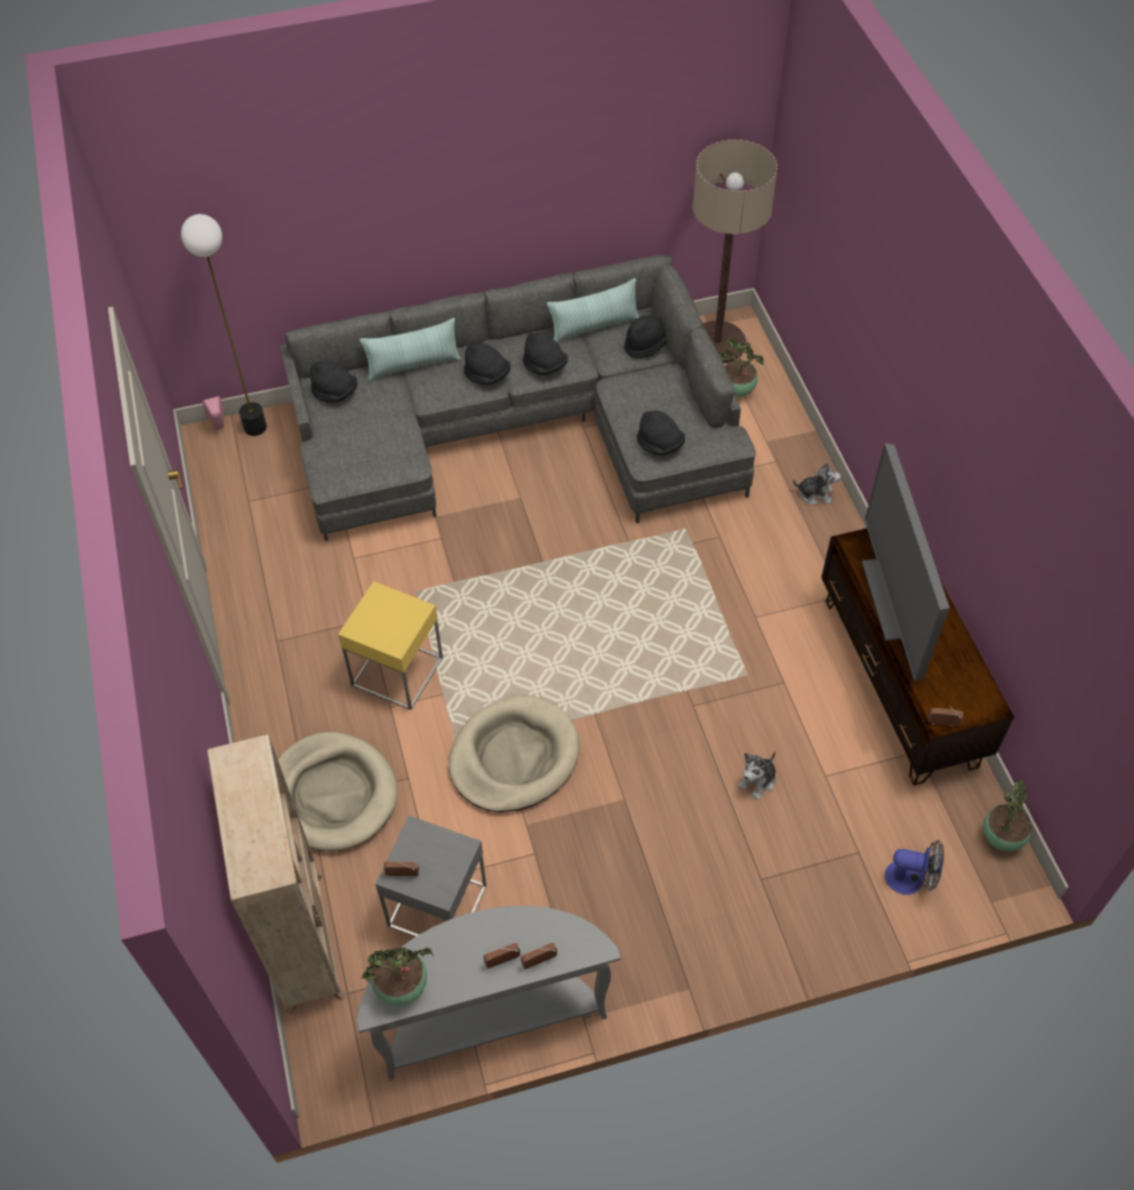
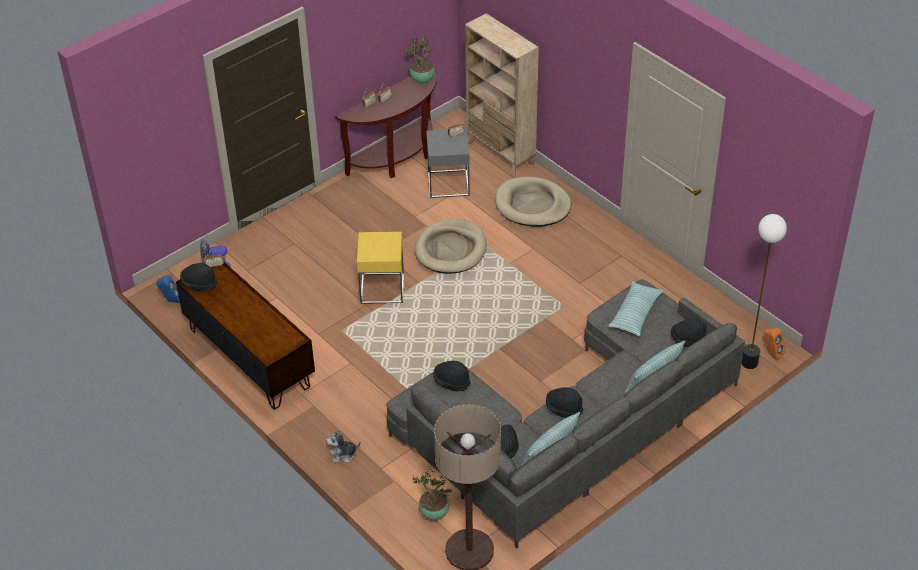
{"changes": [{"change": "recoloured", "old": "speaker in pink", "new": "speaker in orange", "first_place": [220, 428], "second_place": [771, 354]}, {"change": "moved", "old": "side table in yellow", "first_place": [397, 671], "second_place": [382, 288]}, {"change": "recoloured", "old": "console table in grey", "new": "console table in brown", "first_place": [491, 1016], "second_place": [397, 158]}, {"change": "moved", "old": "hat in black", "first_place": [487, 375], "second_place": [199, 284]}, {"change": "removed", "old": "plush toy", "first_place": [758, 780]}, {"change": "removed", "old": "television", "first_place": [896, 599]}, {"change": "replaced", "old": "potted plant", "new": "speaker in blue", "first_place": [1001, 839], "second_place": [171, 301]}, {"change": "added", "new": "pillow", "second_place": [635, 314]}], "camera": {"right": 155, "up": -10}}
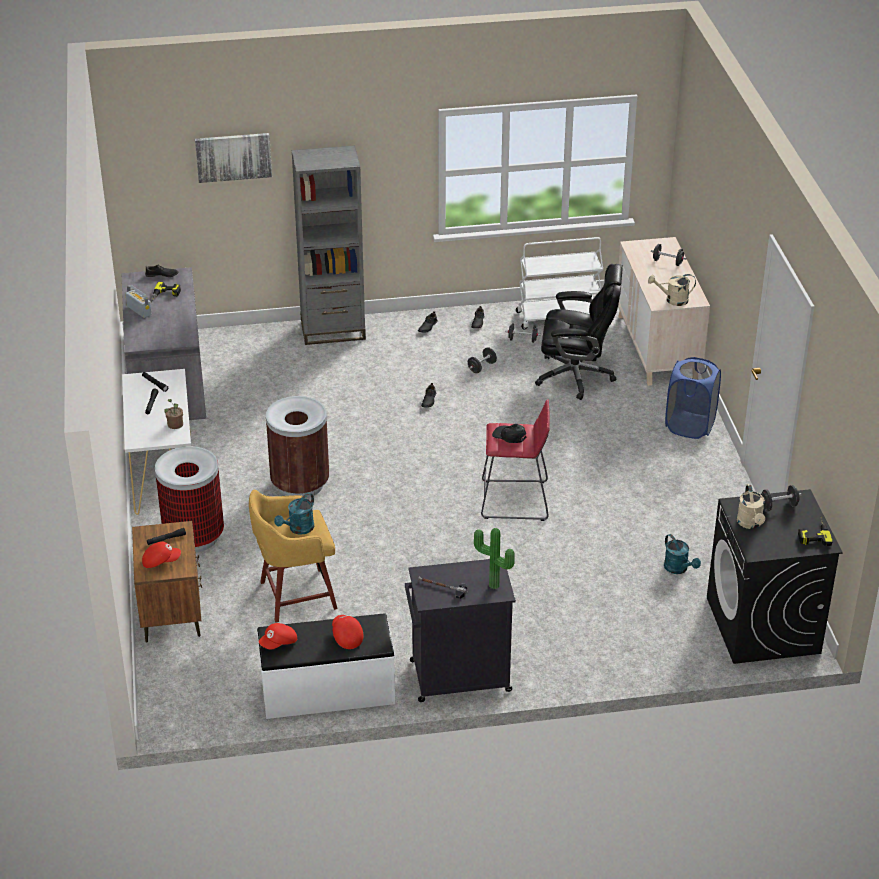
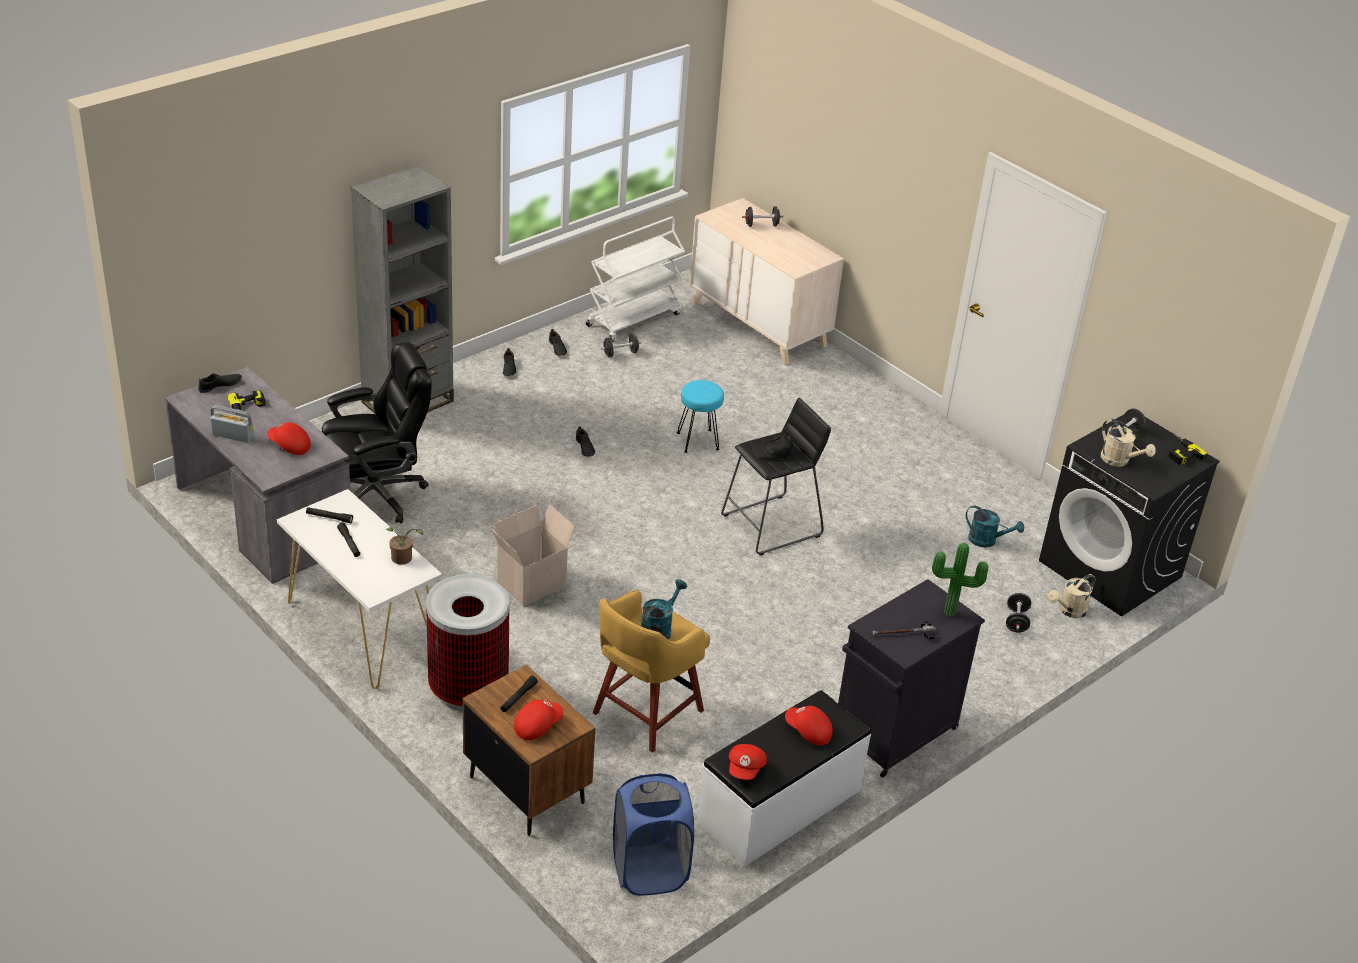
{"changes": [{"change": "removed", "old": "picture", "first_place": [233, 156]}, {"change": "replaced", "old": "trash can in brown", "new": "cardboard box", "first_place": [300, 484], "second_place": [532, 585]}, {"change": "turned", "old": "watering can in turquoise", "first_place": [298, 529], "second_place": [659, 629], "degrees": -150}, {"change": "moved", "old": "dumbbell in black", "first_place": [482, 367], "second_place": [1016, 621]}, {"change": "recoloured", "old": "stool in red", "new": "stool in black", "first_place": [515, 500], "second_place": [771, 525]}, {"change": "moved", "old": "office chair in black", "first_place": [576, 376], "second_place": [377, 494]}, {"change": "moved", "old": "watering can in beige", "first_place": [672, 300], "second_place": [1069, 611]}, {"change": "moved", "old": "laundry basket in blue", "first_place": [689, 426], "second_place": [649, 870]}, {"change": "added", "new": "cap in red", "second_place": [289, 446]}, {"change": "added", "new": "stool in turquoise", "second_place": [698, 441]}], "camera": {"right": -35, "up": 0}}
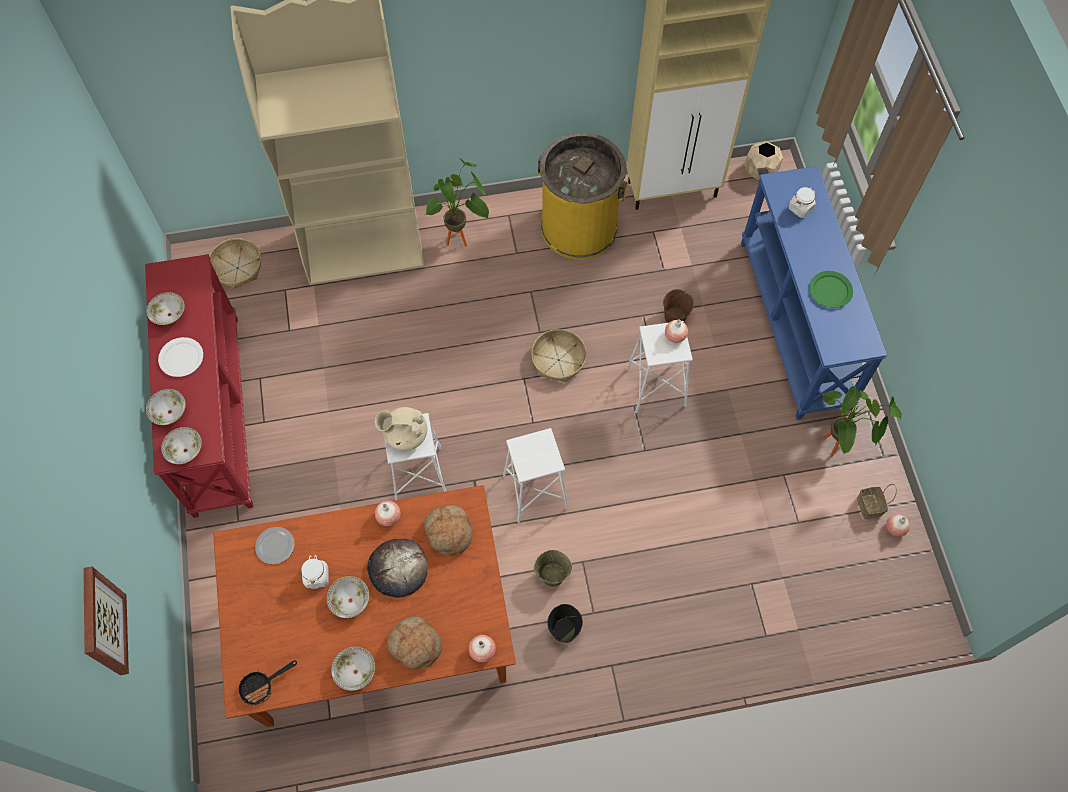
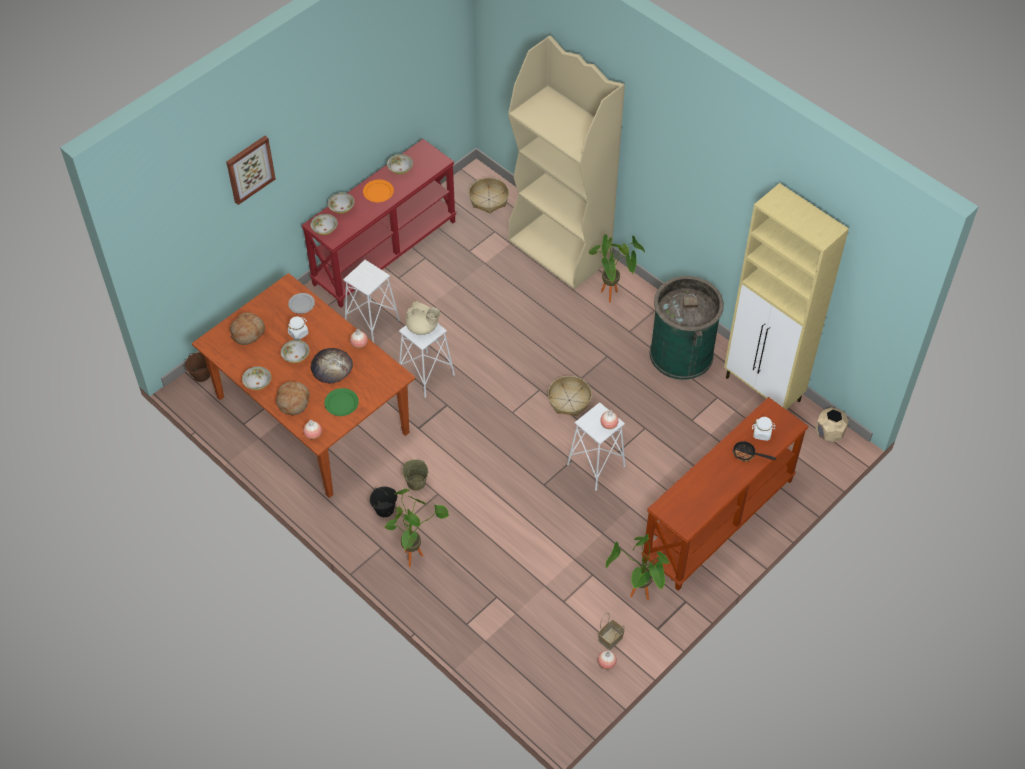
{"changes": [{"change": "moved", "old": "picture", "first_place": [102, 623], "second_place": [249, 169]}, {"change": "recoloured", "old": "plate in white", "new": "plate in orange", "first_place": [181, 358], "second_place": [378, 192]}, {"change": "moved", "old": "frying pan", "first_place": [262, 686], "second_place": [747, 454]}, {"change": "turned", "old": "teapot in beige", "first_place": [405, 434], "second_place": [423, 327], "degrees": 150}, {"change": "moved", "old": "bread", "first_place": [448, 532], "second_place": [248, 332]}, {"change": "moved", "old": "stool in white", "first_place": [536, 491], "second_place": [372, 322]}, {"change": "recoloured", "old": "trash can in yellow", "new": "trash can in green", "first_place": [579, 227], "second_place": [681, 353]}, {"change": "moved", "old": "bucket in brown", "first_place": [675, 317], "second_place": [201, 375]}, {"change": "recoloured", "old": "console table in blue", "new": "console table in brown", "first_place": [795, 324], "second_place": [718, 521]}, {"change": "moved", "old": "plate in green", "first_place": [830, 290], "second_place": [341, 403]}, {"change": "added", "new": "potted plant", "second_place": [415, 554]}], "camera": {"right": 55, "up": -10}}
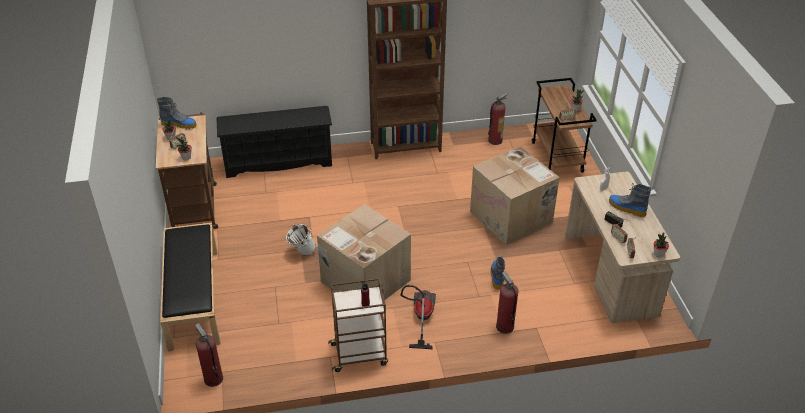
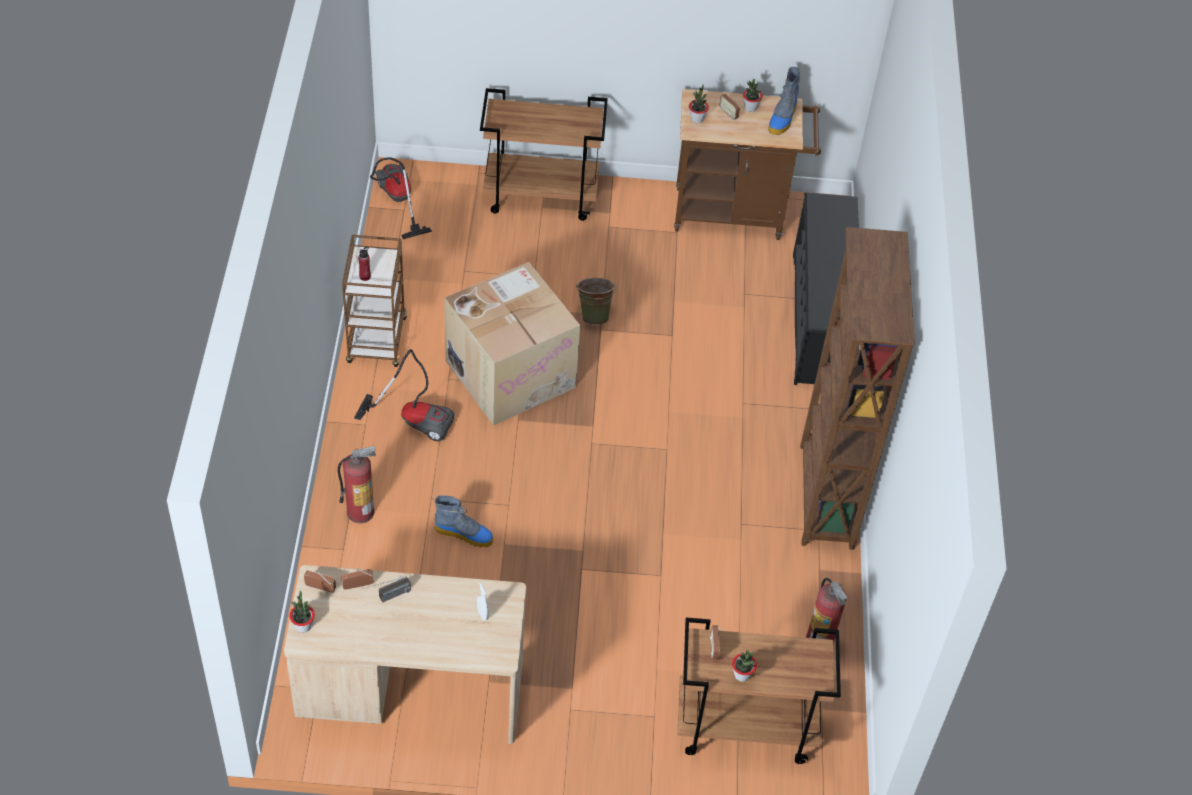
{"changes": [{"change": "replaced", "old": "bench in black", "new": "cart in brown", "first_place": [193, 297], "second_place": [542, 196]}, {"change": "replaced", "old": "fire extinguisher", "new": "vacuum cleaner", "first_place": [213, 379], "second_place": [396, 201]}, {"change": "recoloured", "old": "bucket in white", "new": "bucket in green", "first_place": [301, 252], "second_place": [594, 314]}, {"change": "removed", "old": "cardboard box", "first_place": [512, 217]}, {"change": "removed", "old": "boot", "first_place": [626, 208]}], "camera": {"right": 100, "up": 10}}
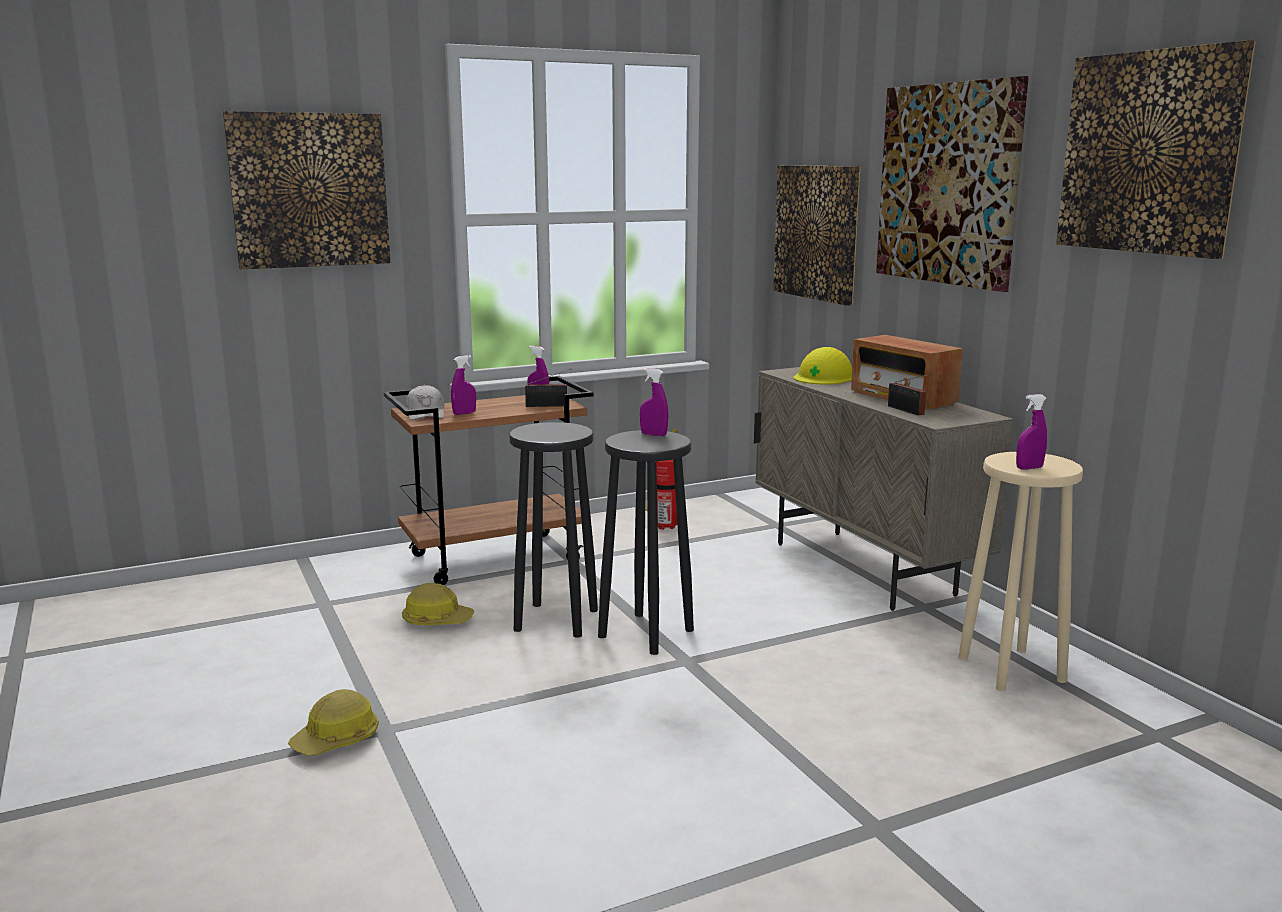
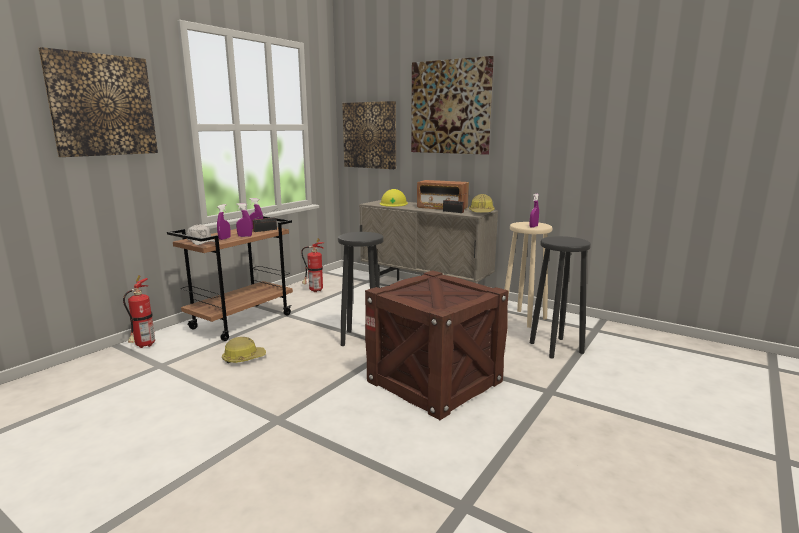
{"changes": [{"change": "moved", "old": "hard hat", "first_place": [337, 739], "second_place": [481, 213]}, {"change": "moved", "old": "stool in black", "first_place": [555, 620], "second_place": [555, 348]}, {"change": "moved", "old": "spray bottle in purple", "first_place": [653, 434], "second_place": [245, 236]}, {"change": "removed", "old": "picture", "first_place": [1149, 152]}, {"change": "added", "new": "fire extinguisher", "second_place": [143, 346]}, {"change": "added", "new": "crate", "second_place": [434, 381]}], "camera": {"right": -30, "up": 0}}
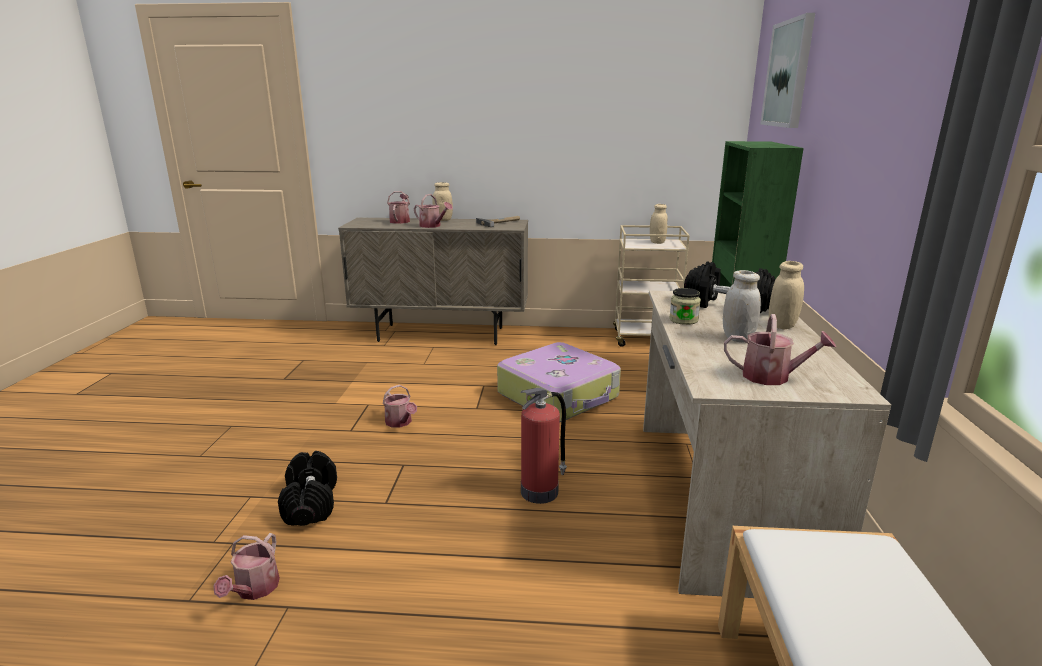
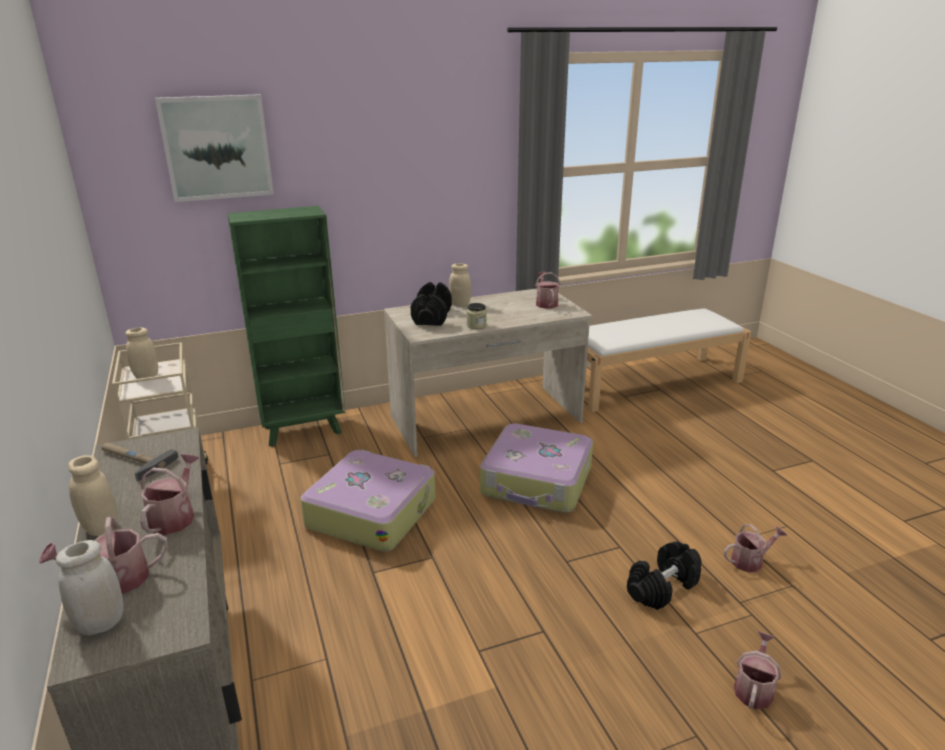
{"changes": [{"change": "moved", "old": "watering can", "first_place": [400, 423], "second_place": [754, 688]}, {"change": "replaced", "old": "fire extinguisher", "new": "suitcase", "first_place": [541, 491], "second_place": [537, 481]}, {"change": "moved", "old": "jar in white", "first_place": [737, 338], "second_place": [101, 624]}], "camera": {"right": -115, "up": 5}}
